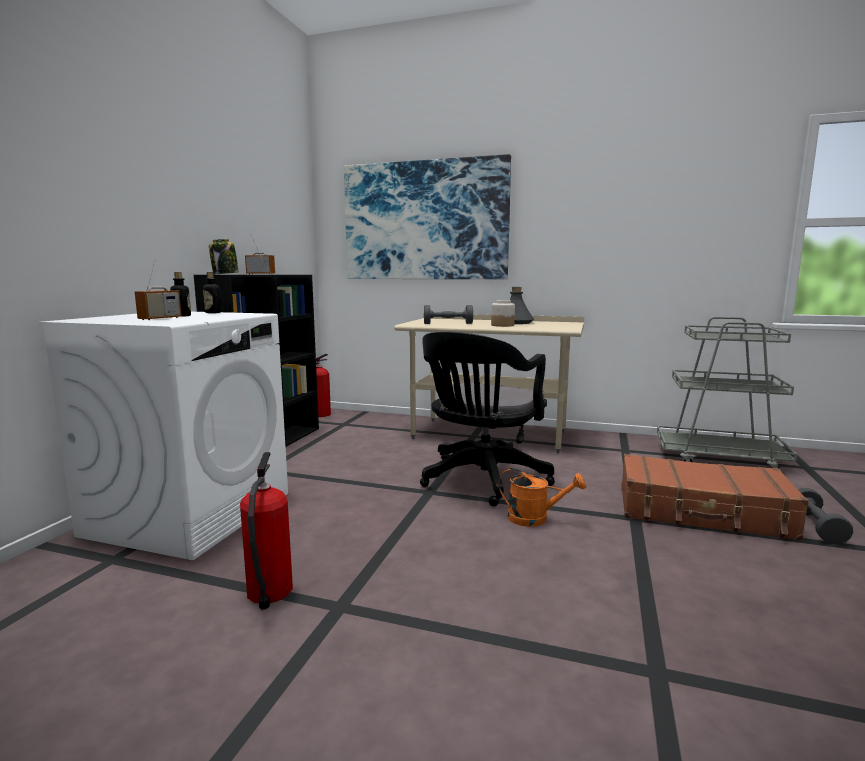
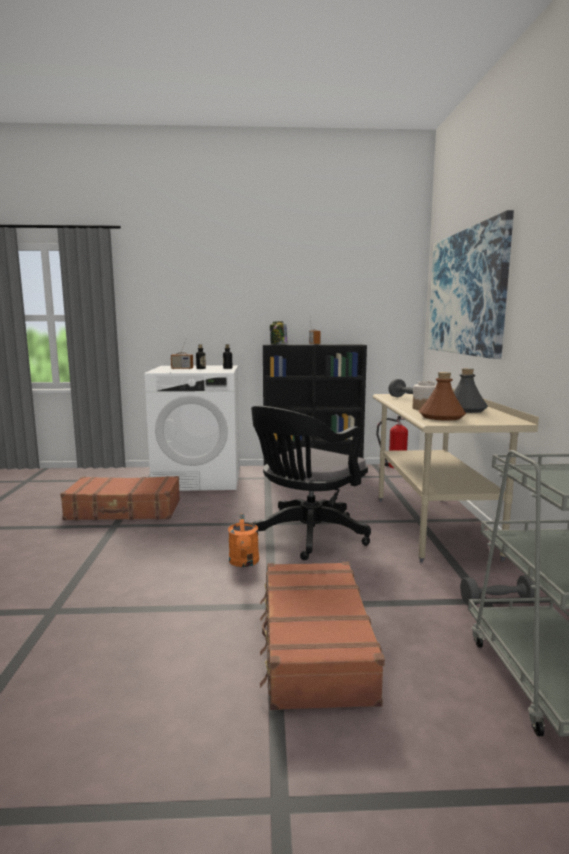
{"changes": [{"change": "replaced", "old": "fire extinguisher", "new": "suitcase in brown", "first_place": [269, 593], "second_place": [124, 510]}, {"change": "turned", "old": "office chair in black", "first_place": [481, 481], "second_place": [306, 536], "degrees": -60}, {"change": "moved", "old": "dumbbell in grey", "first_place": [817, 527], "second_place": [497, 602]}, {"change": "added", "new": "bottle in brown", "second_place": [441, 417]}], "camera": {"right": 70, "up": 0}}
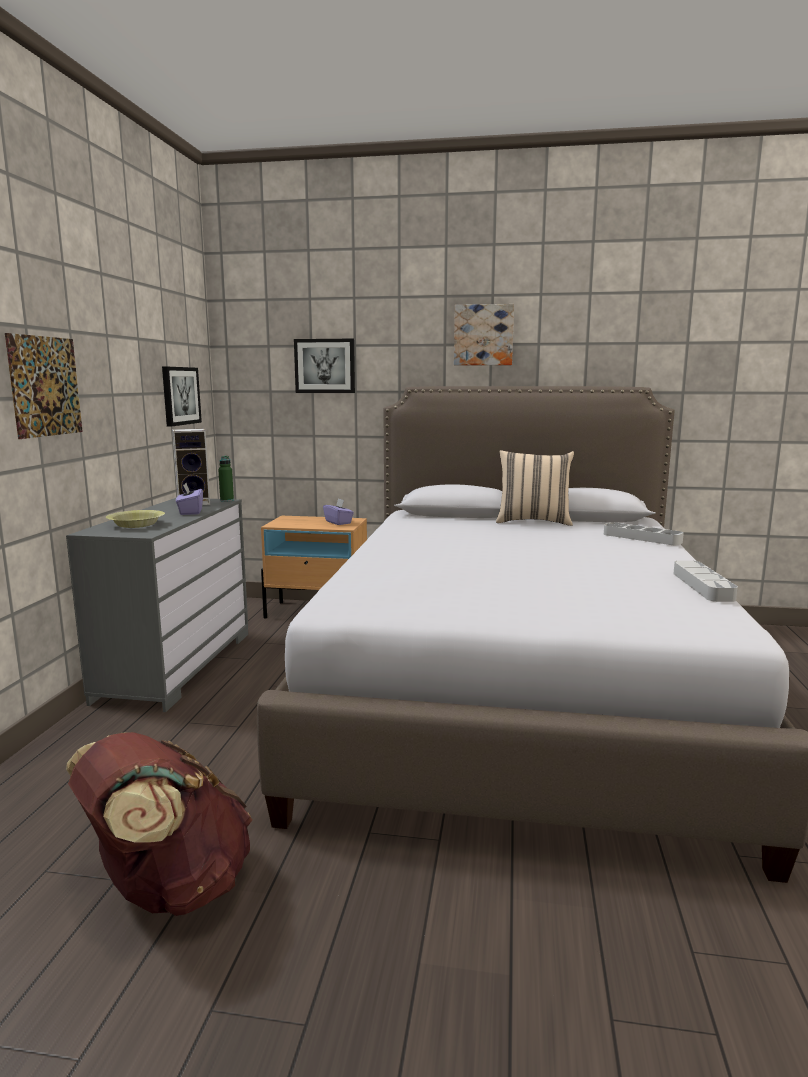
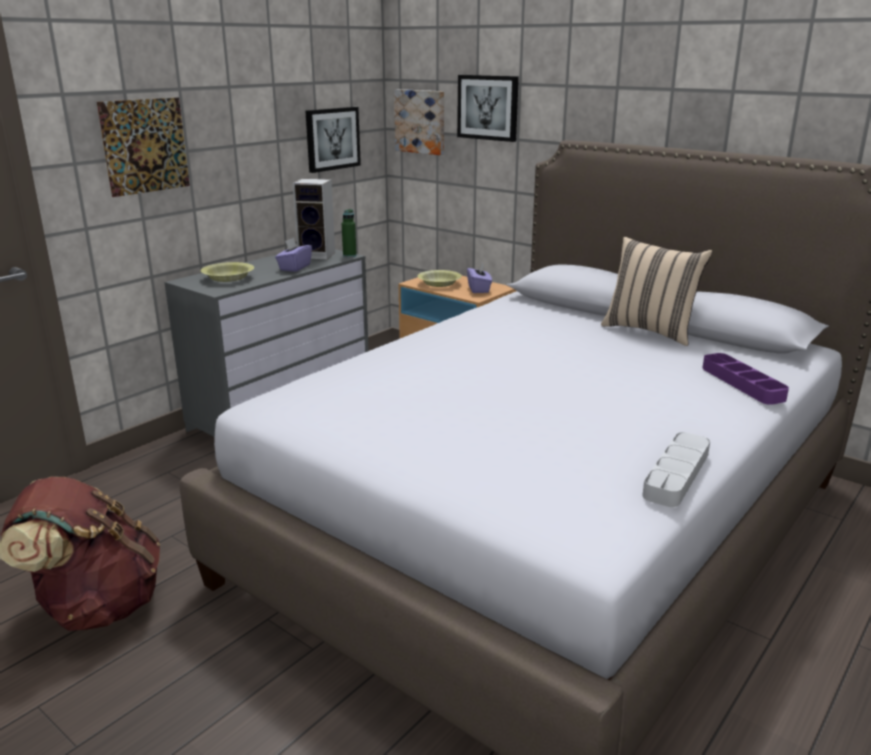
{"changes": [{"change": "moved", "old": "picture", "first_place": [483, 335], "second_place": [421, 121]}, {"change": "recoloured", "old": "tray in grey", "new": "tray in purple", "first_place": [642, 538], "second_place": [742, 383]}, {"change": "added", "new": "bowl in yellow", "second_place": [439, 284]}], "camera": {"right": 30, "up": 10}}
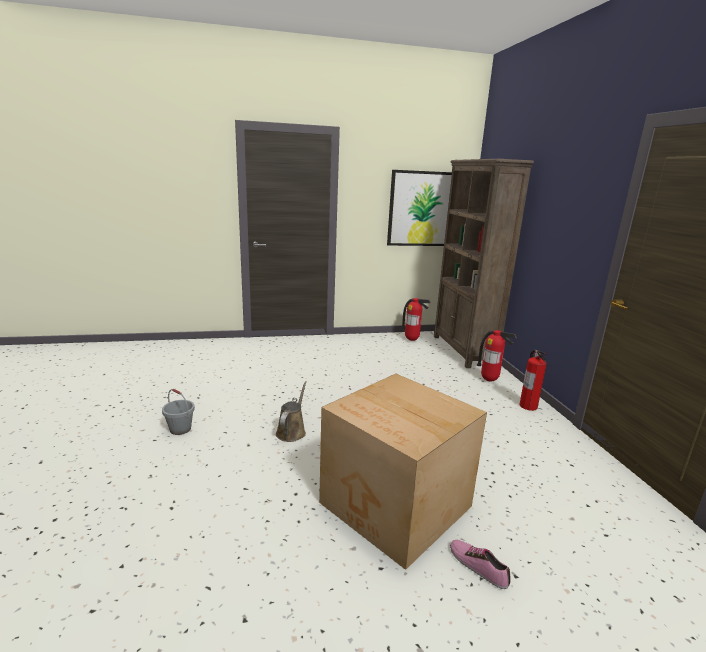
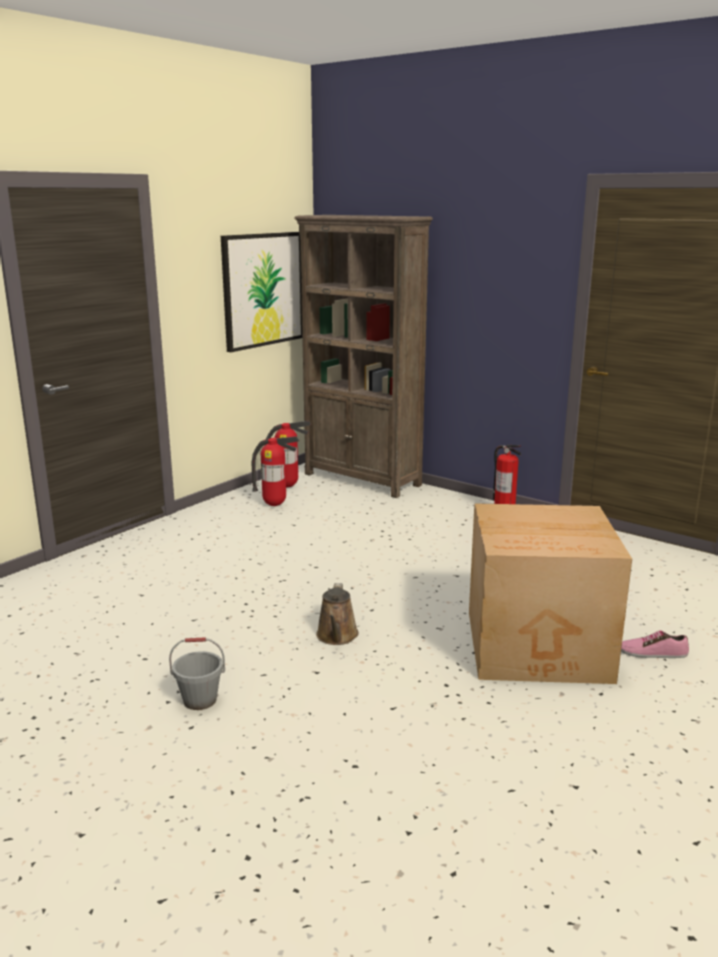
{"changes": [{"change": "turned", "old": "watering can in brown", "first_place": [292, 431], "second_place": [337, 636], "degrees": -150}, {"change": "moved", "old": "fire extinguisher", "first_place": [489, 380], "second_place": [275, 505]}], "camera": {"right": -40, "up": 0}}
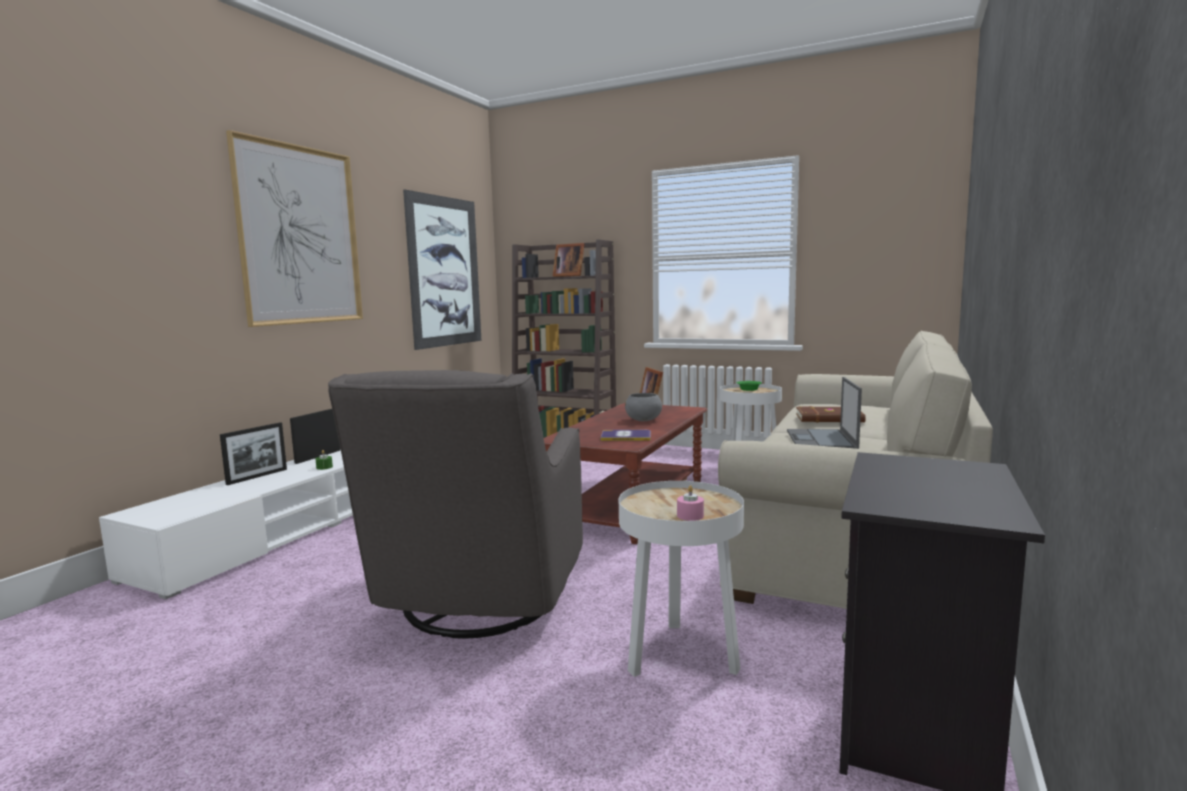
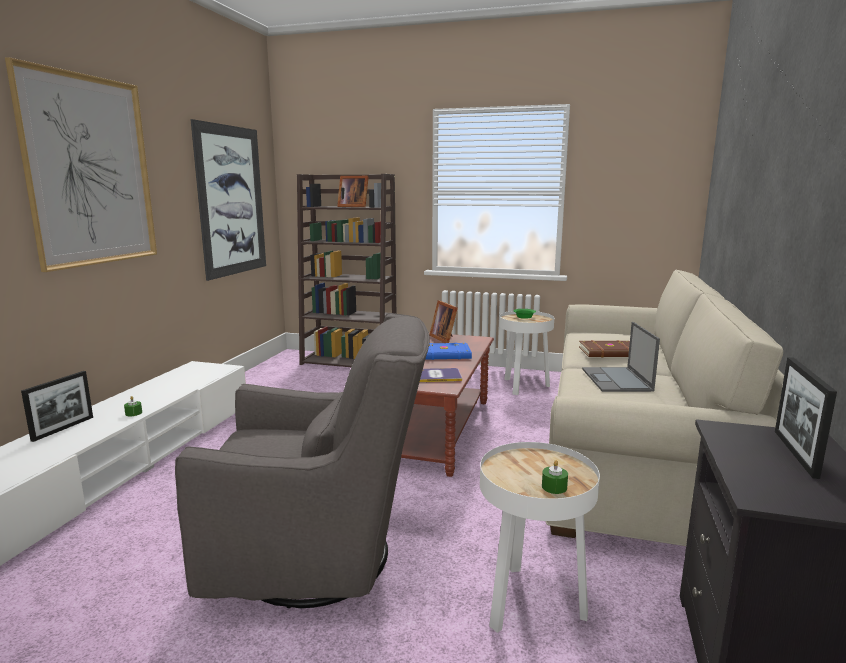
{"changes": [{"change": "moved", "old": "picture frame", "first_place": [318, 456], "second_place": [795, 453]}, {"change": "turned", "old": "armchair in grey", "first_place": [477, 603], "second_place": [322, 557], "degrees": -90}, {"change": "replaced", "old": "bowl in grey", "new": "book in blue", "first_place": [644, 420], "second_place": [444, 354]}, {"change": "recoloured", "old": "candle in pink", "new": "candle in green", "first_place": [690, 516], "second_place": [554, 487]}], "camera": {"right": -10, "up": 5}}
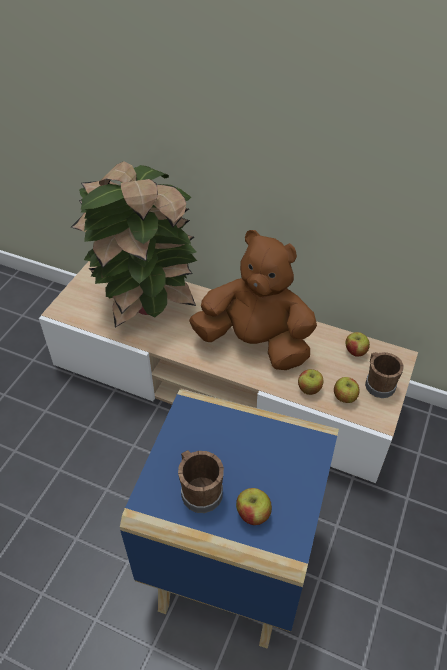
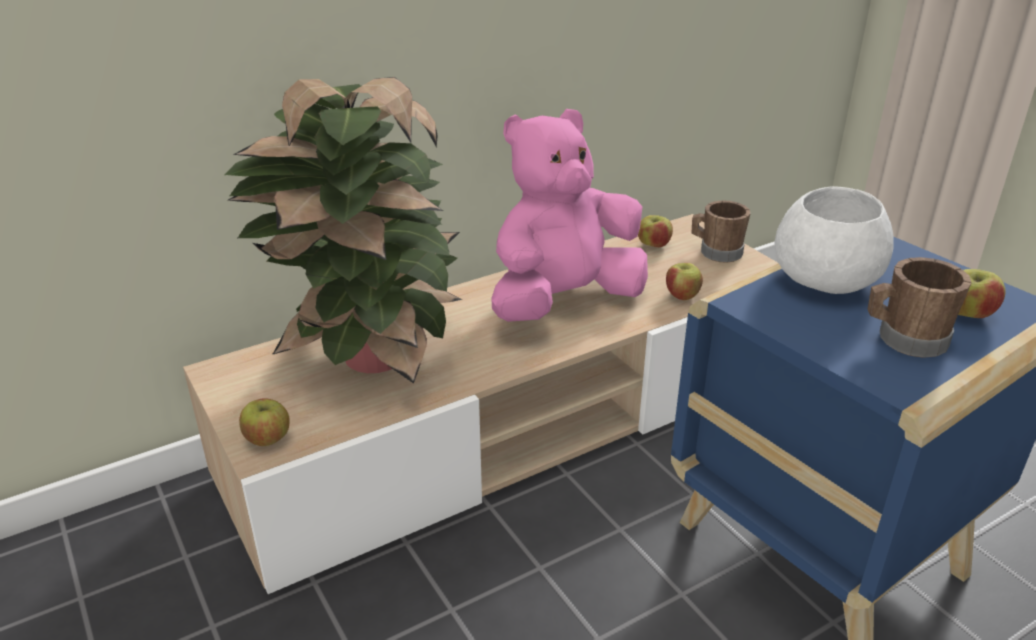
{"changes": [{"change": "recoloured", "old": "plush toy in brown", "new": "plush toy in pink", "first_place": [255, 343], "second_place": [563, 301]}, {"change": "moved", "old": "apple", "first_place": [344, 397], "second_place": [267, 439]}, {"change": "added", "new": "bowl in white", "second_place": [826, 277]}], "camera": {"right": -55, "up": -15}}
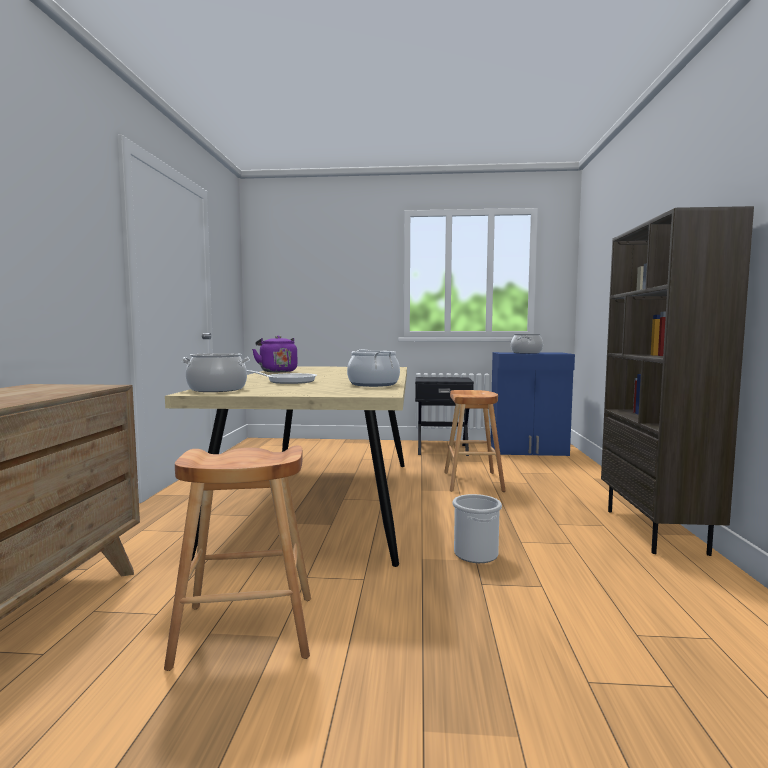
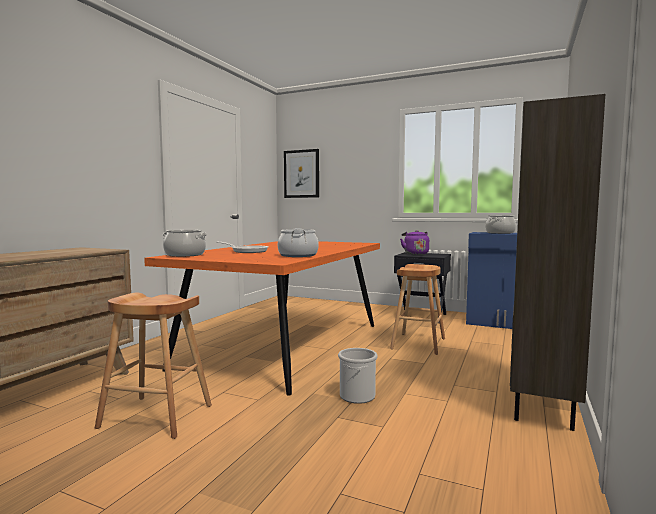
{"changes": [{"change": "recoloured", "old": "dining table in beige", "new": "dining table in orange", "first_place": [323, 500], "second_place": [285, 344]}, {"change": "moved", "old": "kettle in purple", "first_place": [277, 371], "second_place": [415, 253]}, {"change": "added", "new": "picture", "second_place": [301, 174]}], "camera": {"right": 20, "up": 0}}
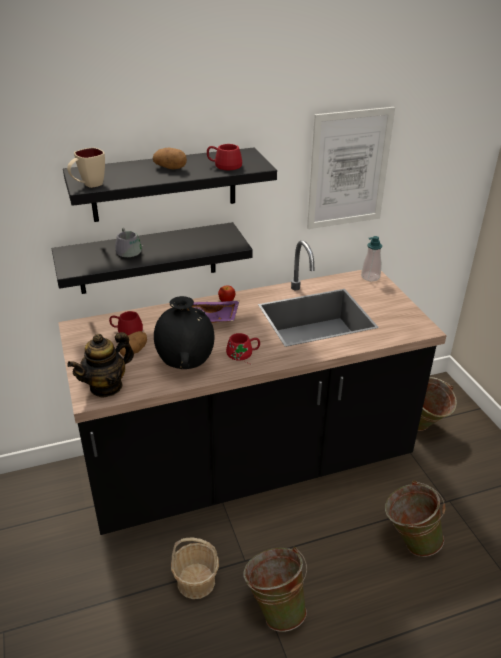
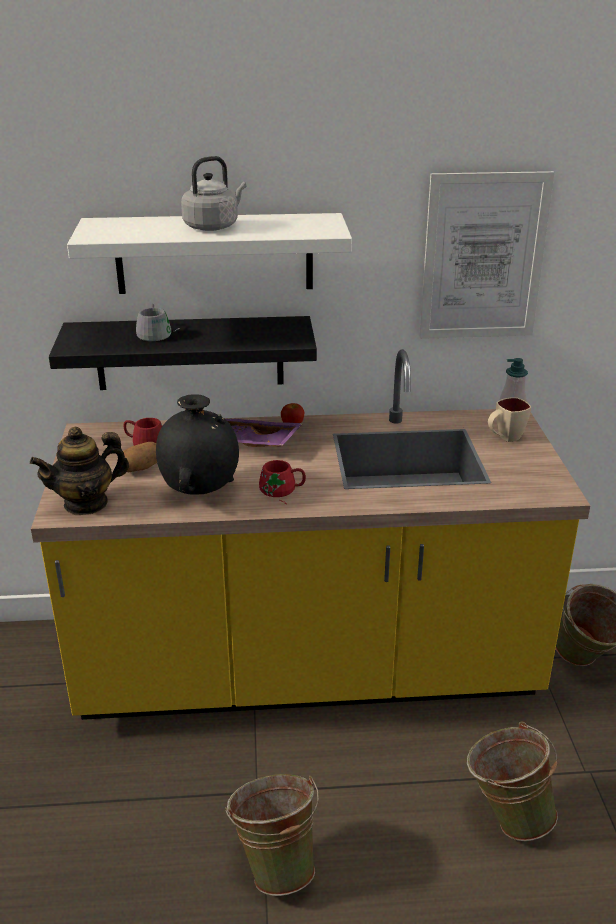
{"changes": [{"change": "recoloured", "old": "counter in black", "new": "counter in yellow", "first_place": [249, 466], "second_place": [308, 669]}, {"change": "recoloured", "old": "shelf in black", "new": "shelf in white", "first_place": [164, 185], "second_place": [214, 253]}, {"change": "moved", "old": "mug in beige", "first_place": [88, 185], "second_place": [504, 438]}, {"change": "replaced", "old": "potato", "new": "kettle in grey", "first_place": [171, 168], "second_place": [213, 226]}, {"change": "removed", "old": "basket", "first_place": [195, 581]}, {"change": "removed", "old": "mug in red", "first_place": [225, 164]}], "camera": {"right": 15, "up": -5}}
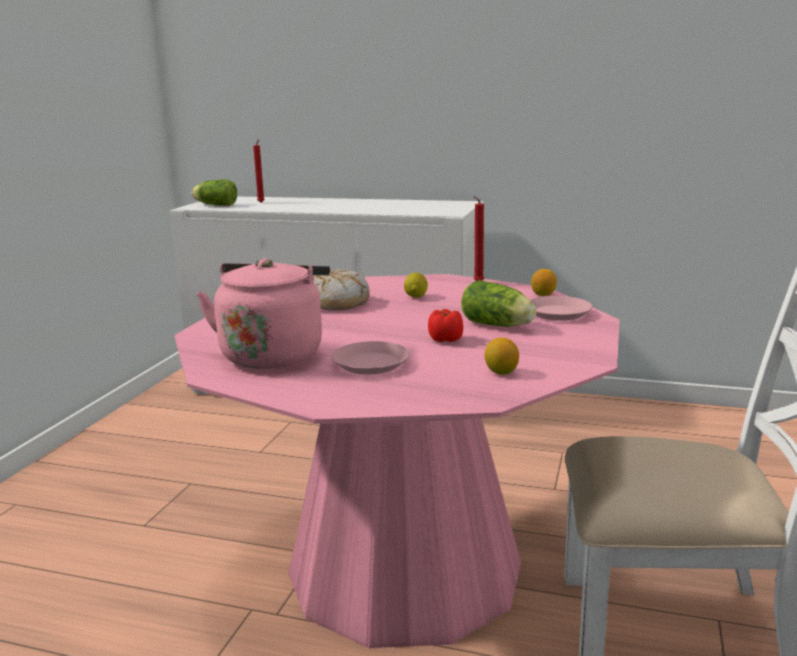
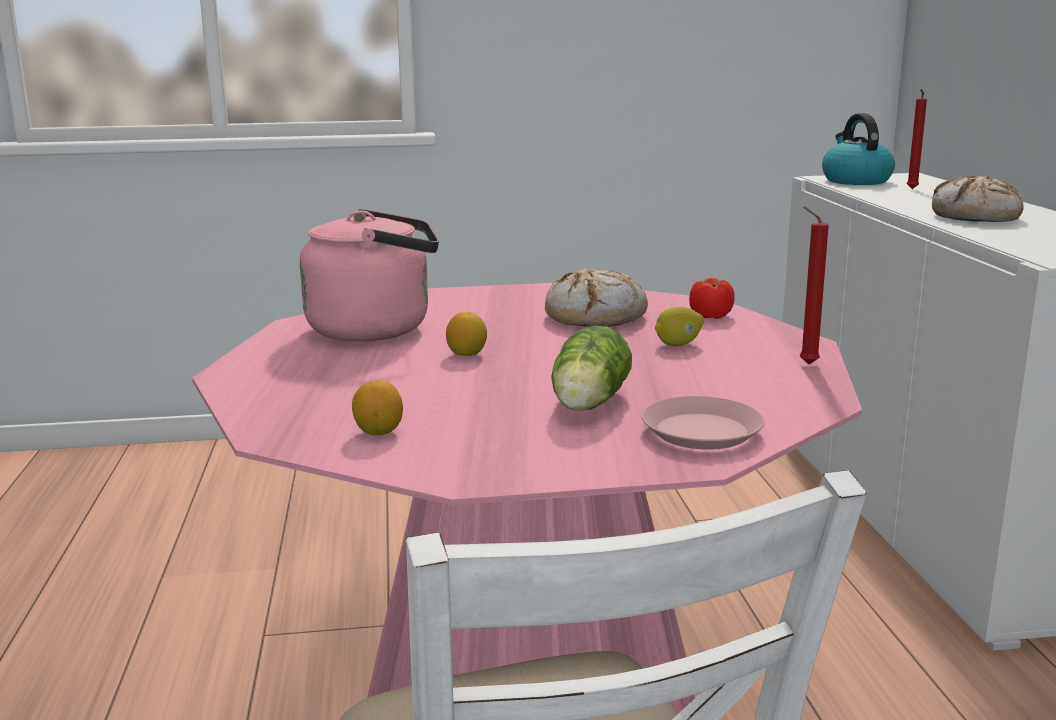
{"changes": [{"change": "replaced", "old": "lettuce", "new": "kettle", "first_place": [215, 205], "second_place": [855, 180]}, {"change": "removed", "old": "plate in pink", "first_place": [371, 364]}, {"change": "moved", "old": "tomato", "first_place": [445, 339], "second_place": [712, 316]}, {"change": "moved", "old": "lemon", "first_place": [543, 295], "second_place": [467, 354]}, {"change": "added", "new": "bread", "second_place": [976, 217]}], "camera": {"right": 65, "up": 0}}
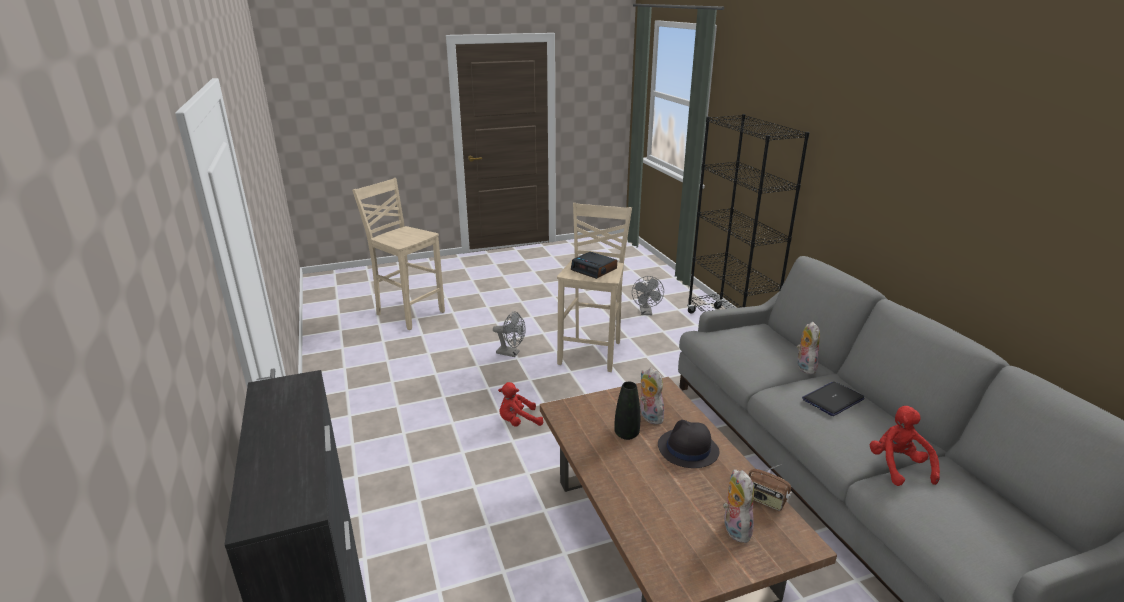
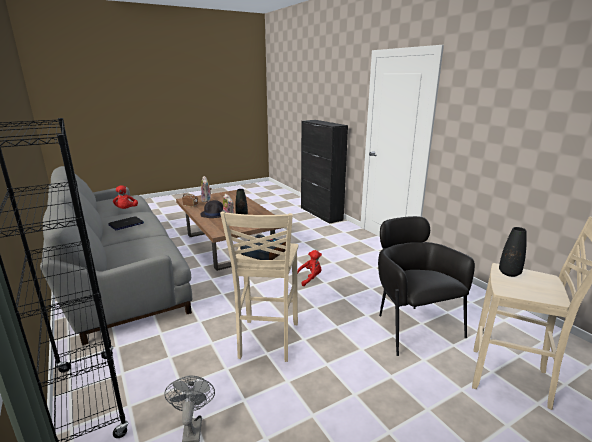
{"changes": [{"change": "removed", "old": "fan in grey", "first_place": [511, 353]}, {"change": "removed", "old": "plush toy", "first_place": [804, 367]}, {"change": "added", "new": "armchair in black", "second_place": [411, 326]}, {"change": "added", "new": "vase in black", "second_place": [509, 273]}], "camera": {"right": 170, "up": -5}}
